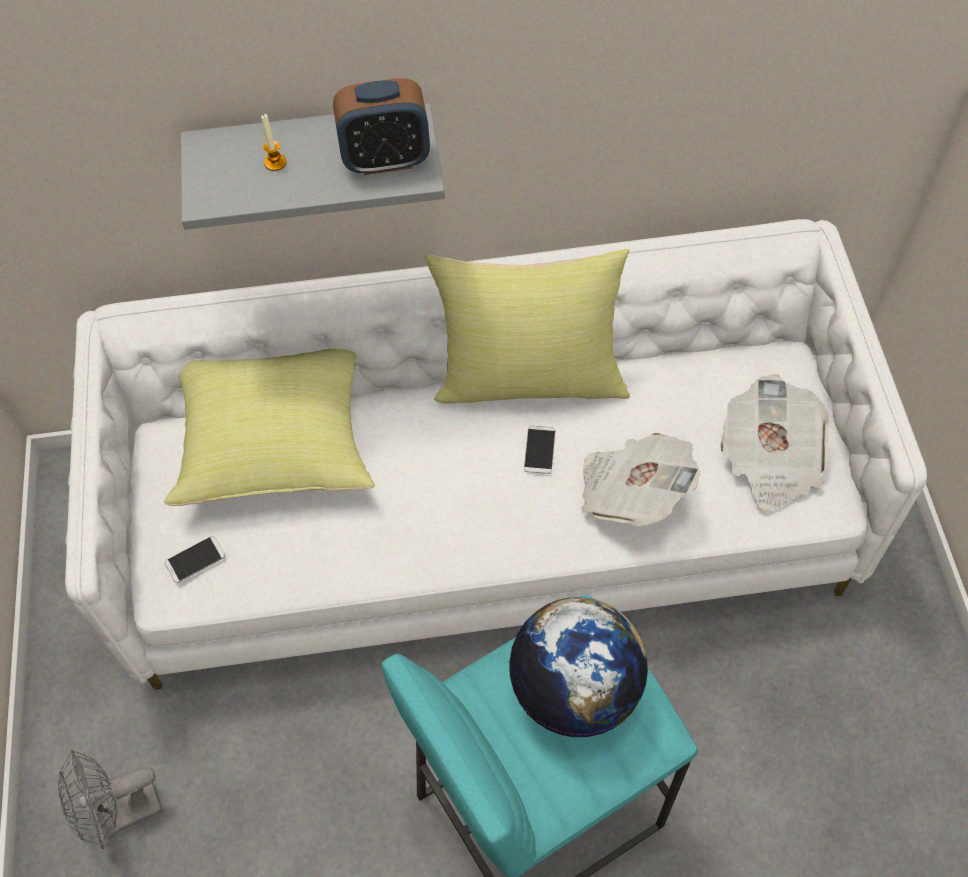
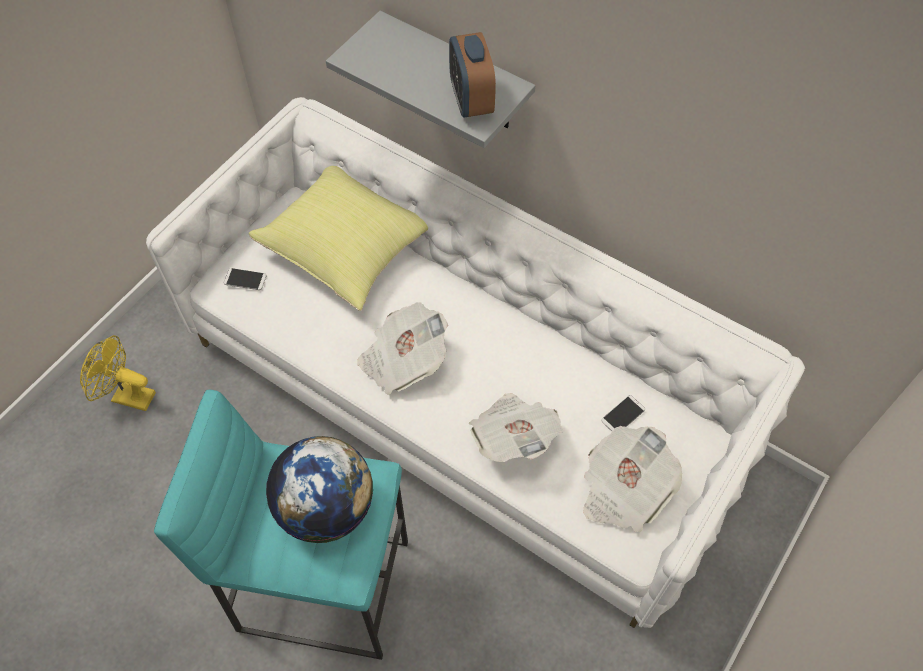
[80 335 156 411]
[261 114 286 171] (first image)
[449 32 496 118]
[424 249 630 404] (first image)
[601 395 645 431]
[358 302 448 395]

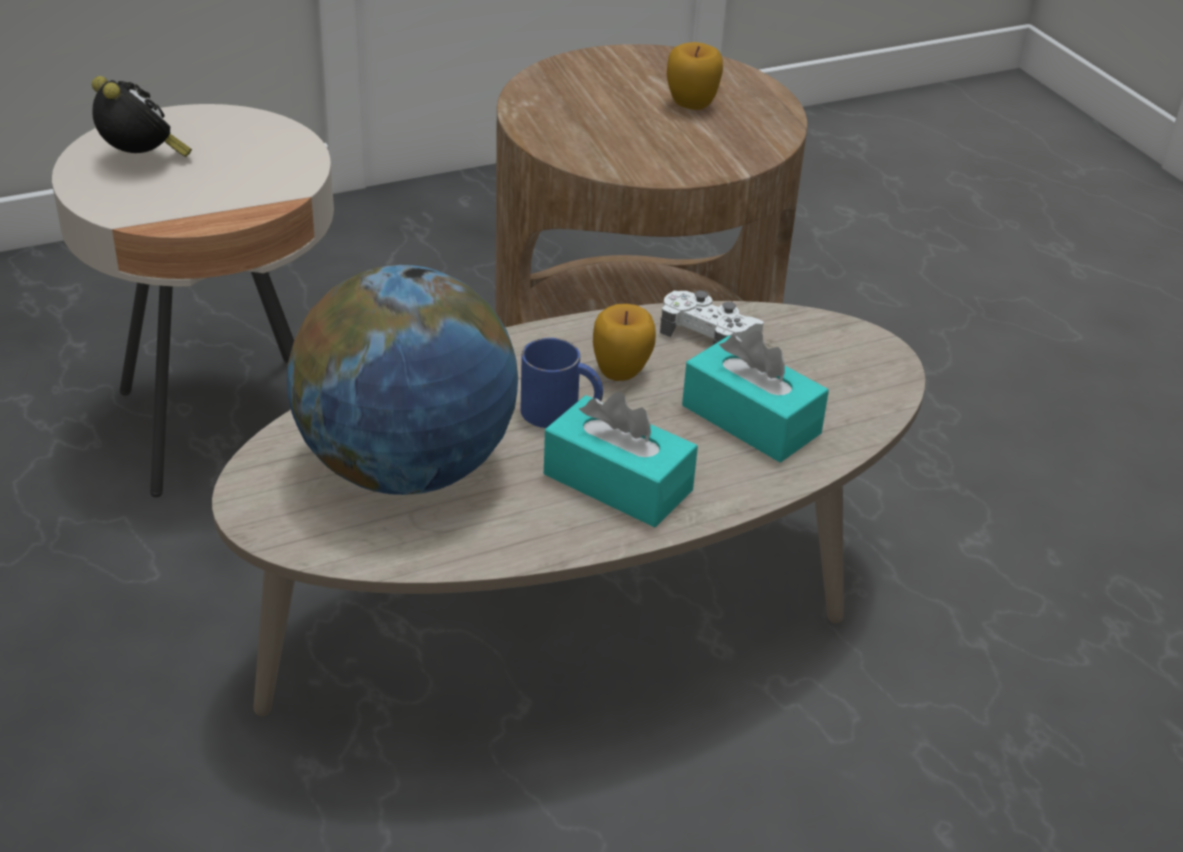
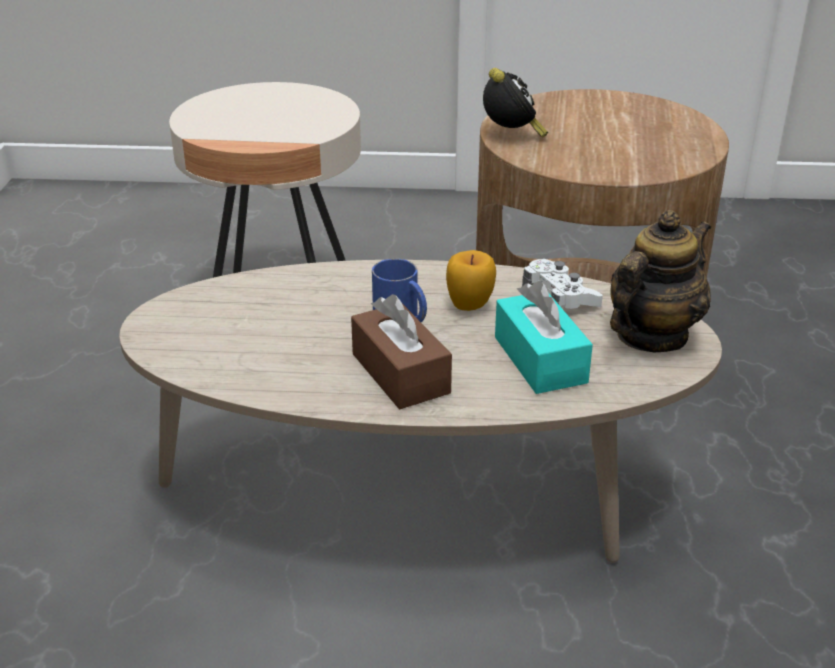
[483 68 548 138]
[287 265 518 495] (first image)
[351 294 452 409]
[667 42 723 110] (first image)
[610 210 711 352]

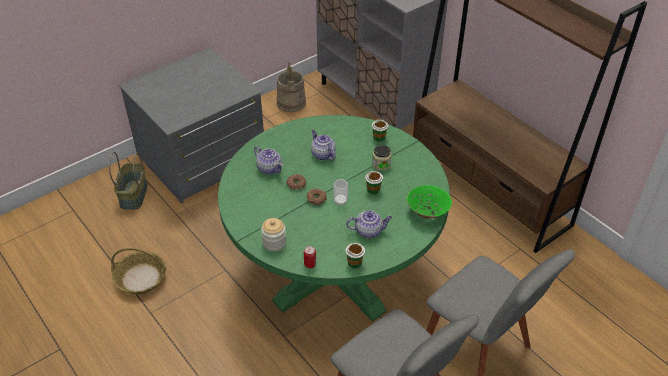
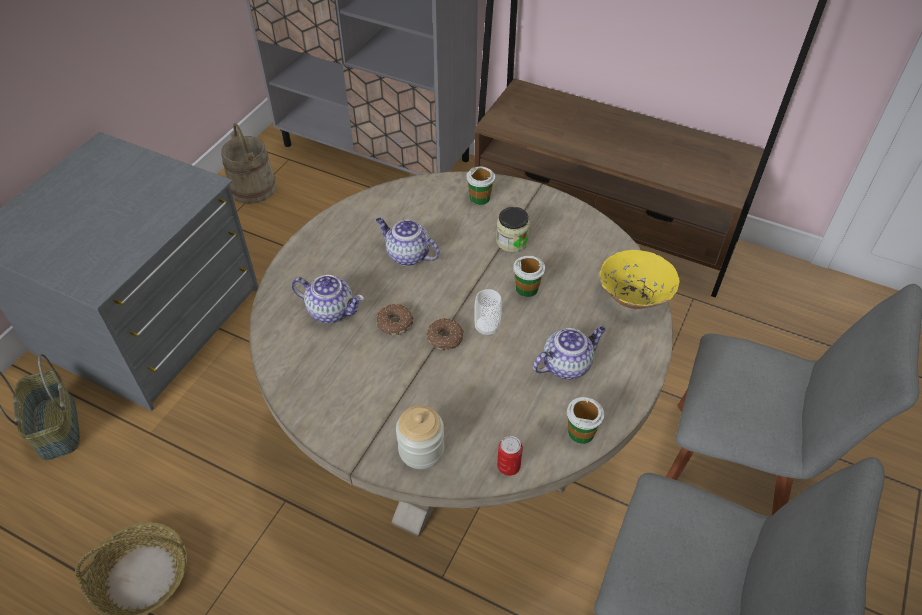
[249 171 673 537]
[599 250 680 309]

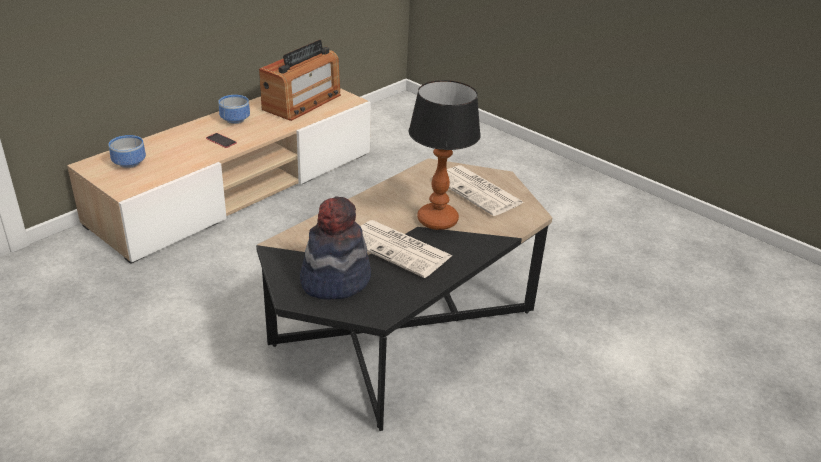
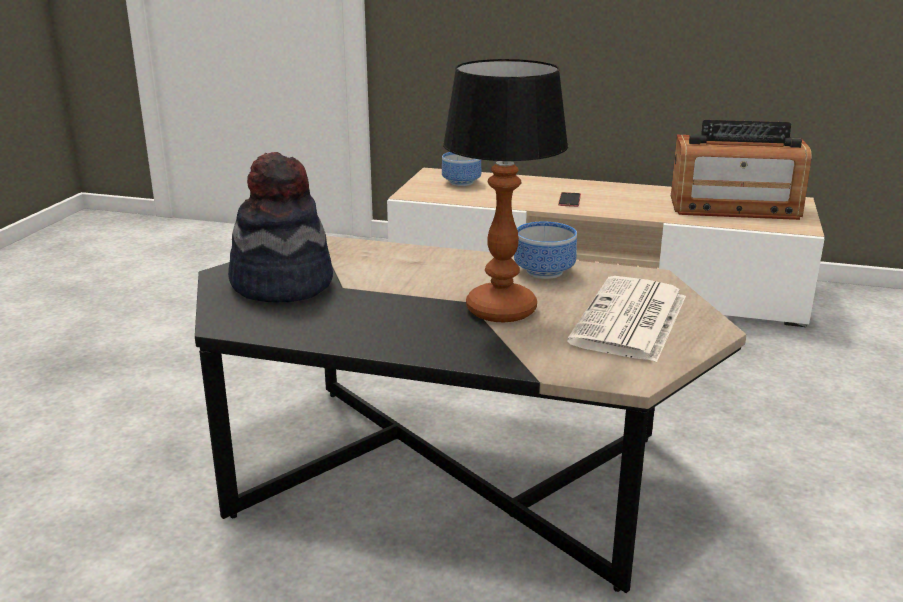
[514 222 577 279]
[360 220 452 278] (first image)

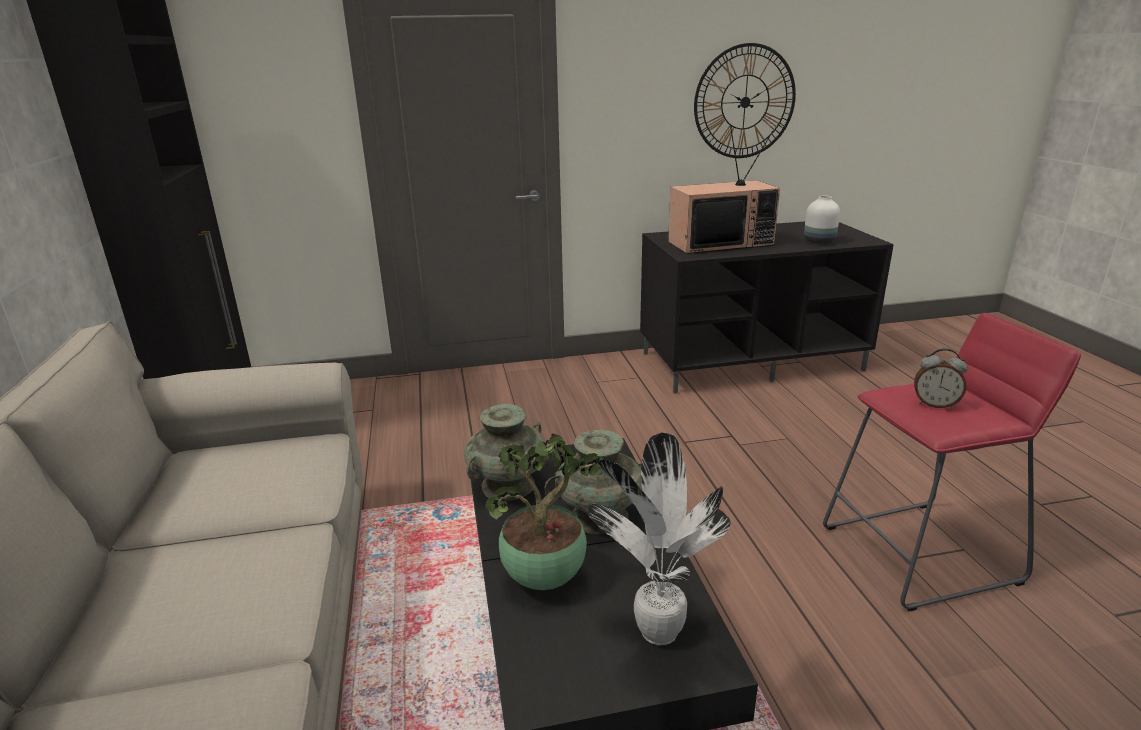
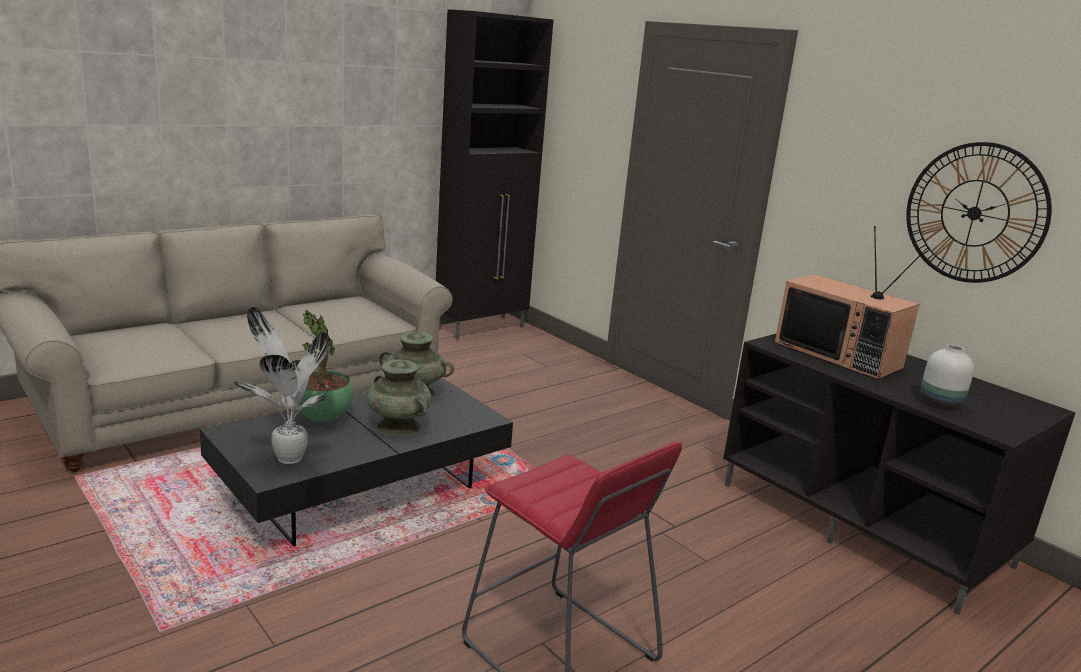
[914 348 967 409] (first image)

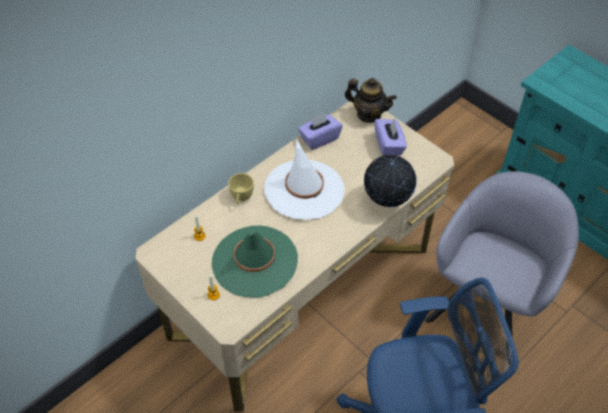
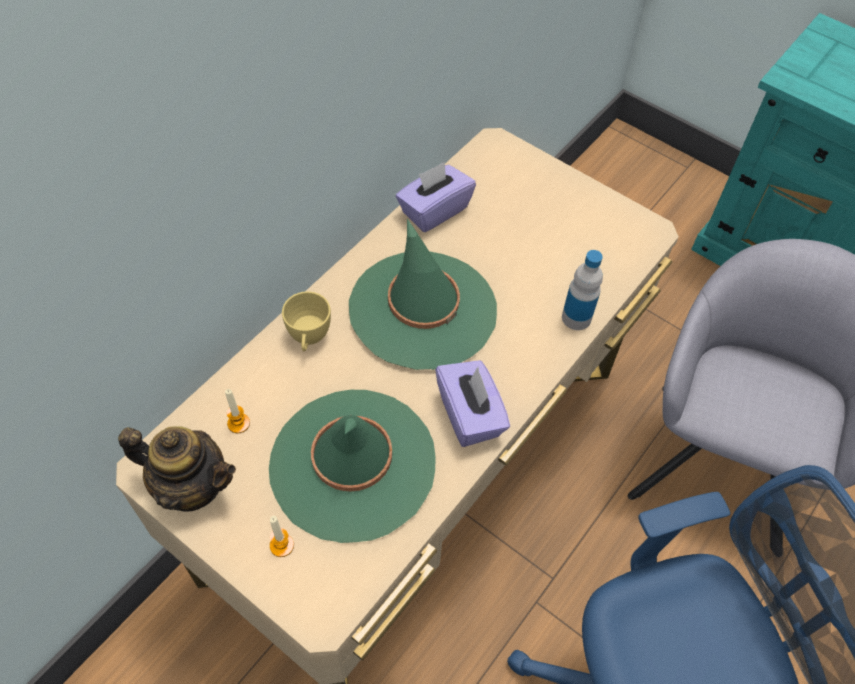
[349 218 497 370]
[118 426 236 511]
[562 250 603 330]
[435 360 510 447]

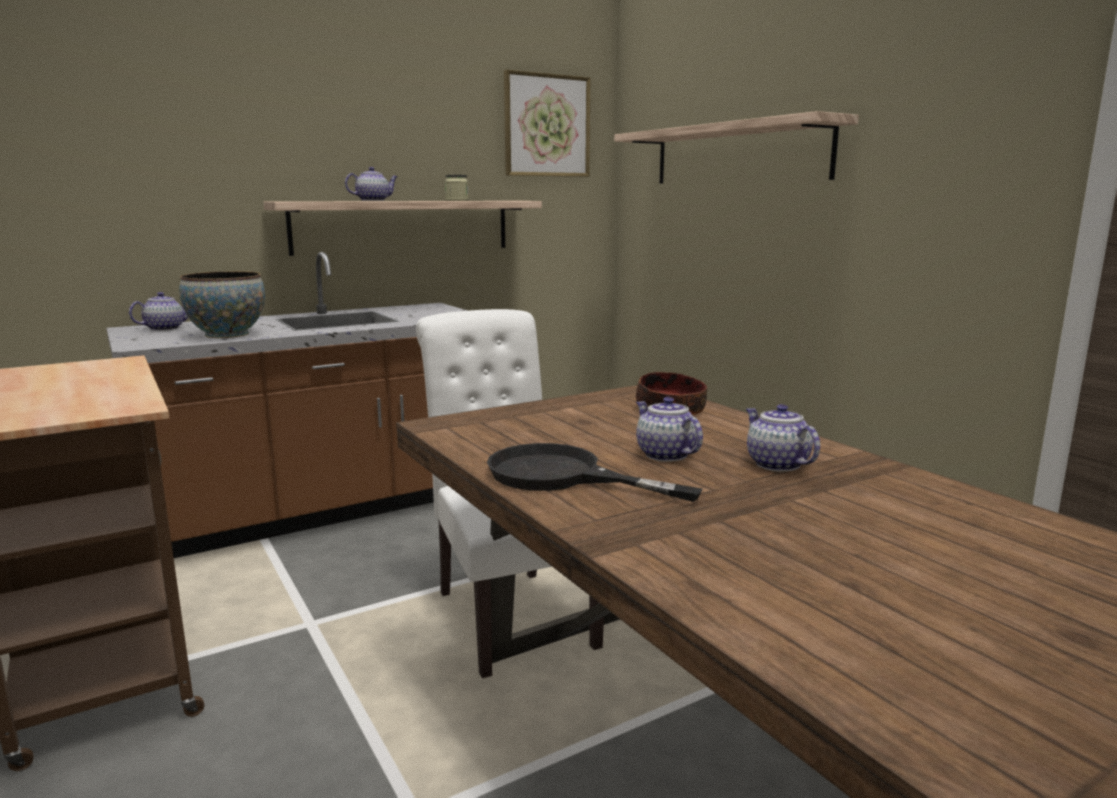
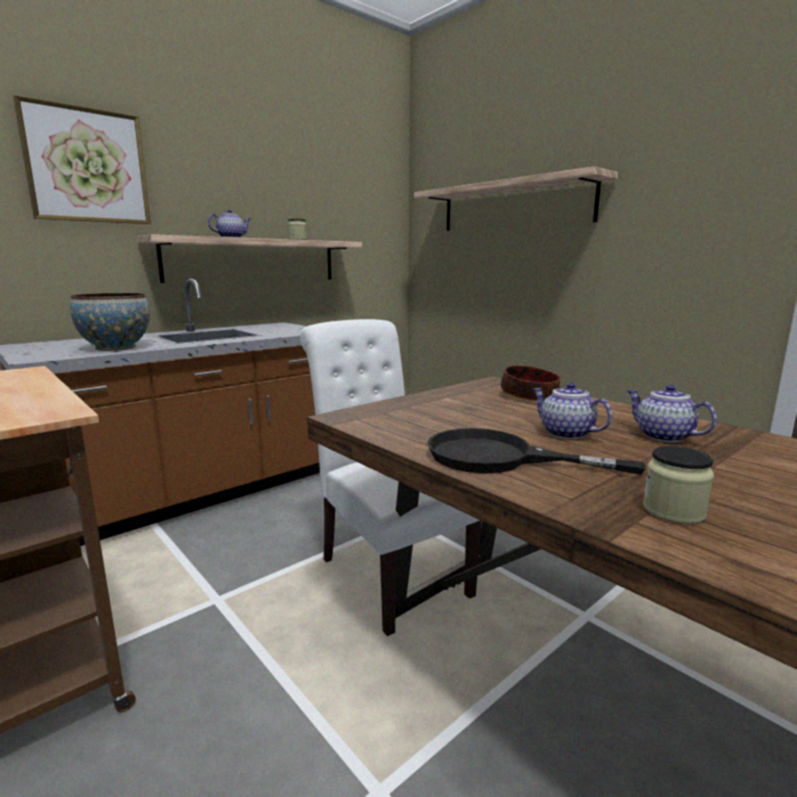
[129 292 188 331] (first image)
[13 95 151 224]
[643 446 714 524]

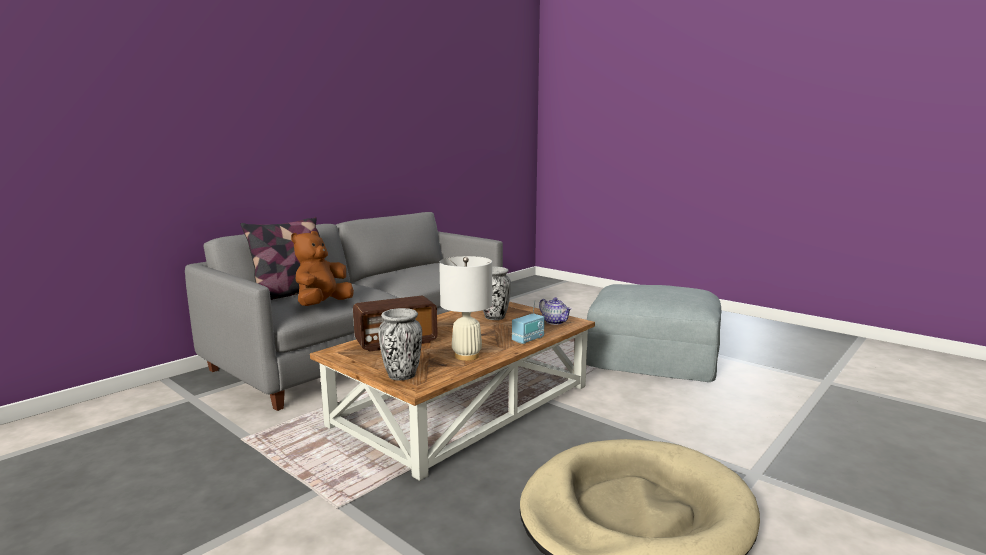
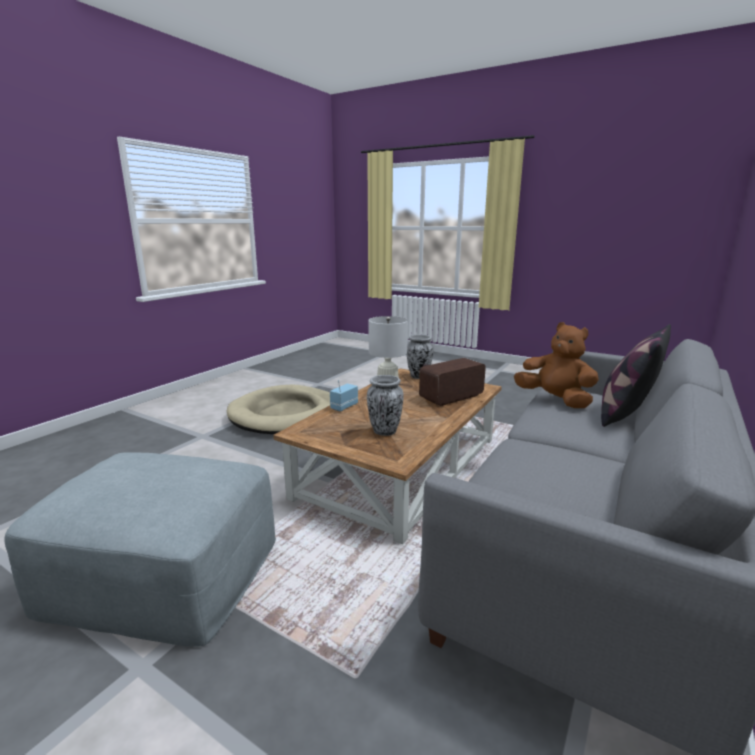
[514 322 599 408]
[539 297 572 325] (first image)

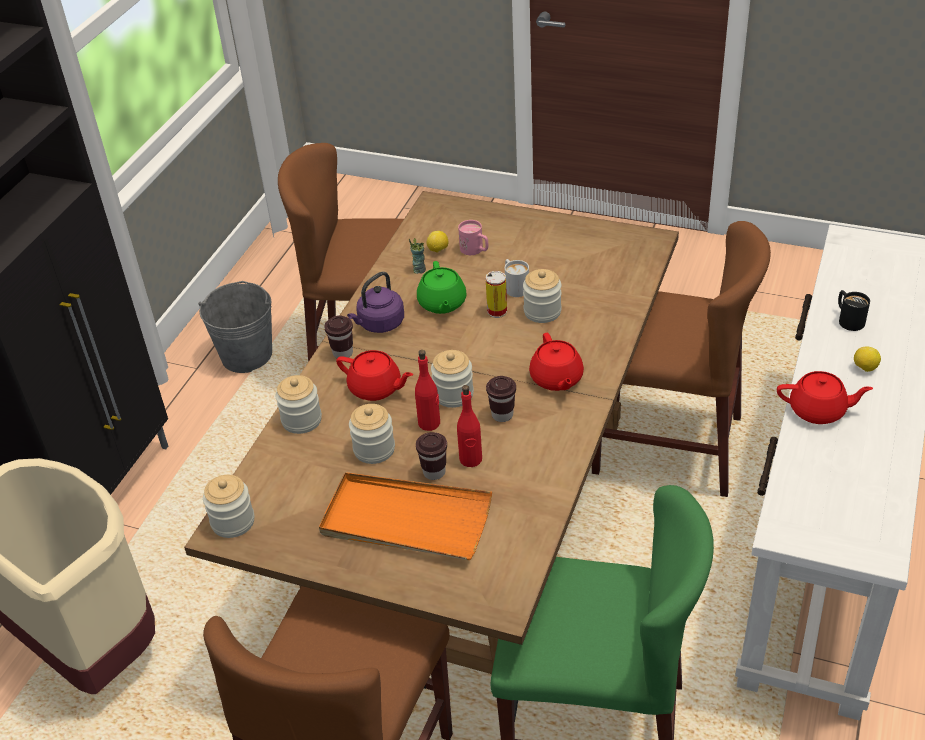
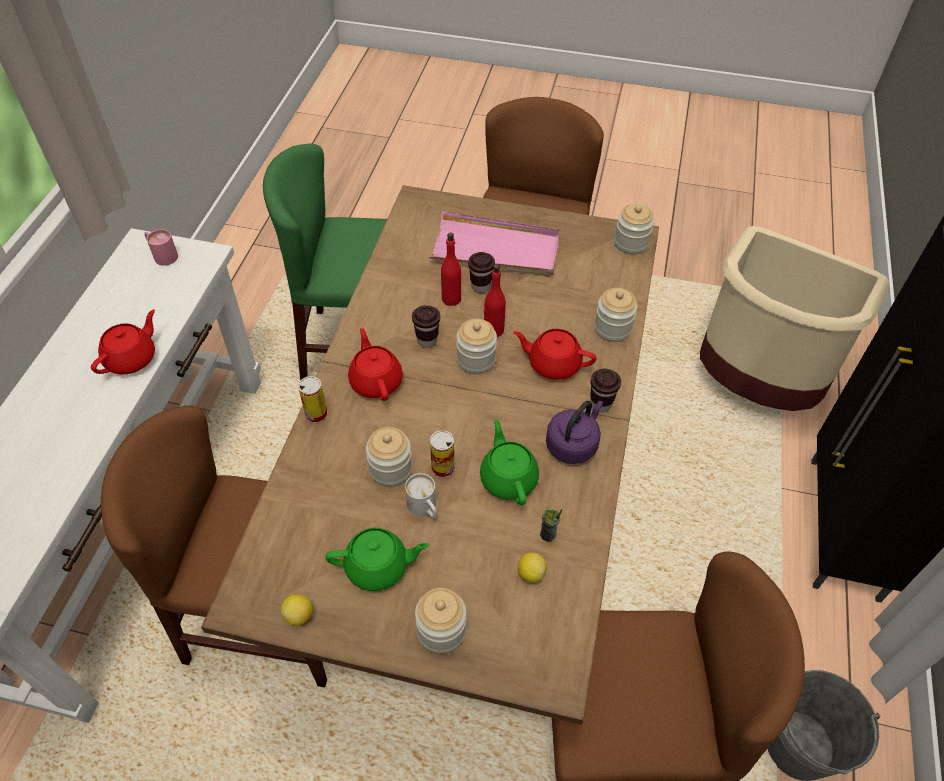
[429 211 560 277]
[415 588 466 654]
[144 229 178 266]
[91 309 155 374]
[838 290 870 331] (first image)
[281 594 313 626]
[298 376 328 424]
[325 528 429 591]

